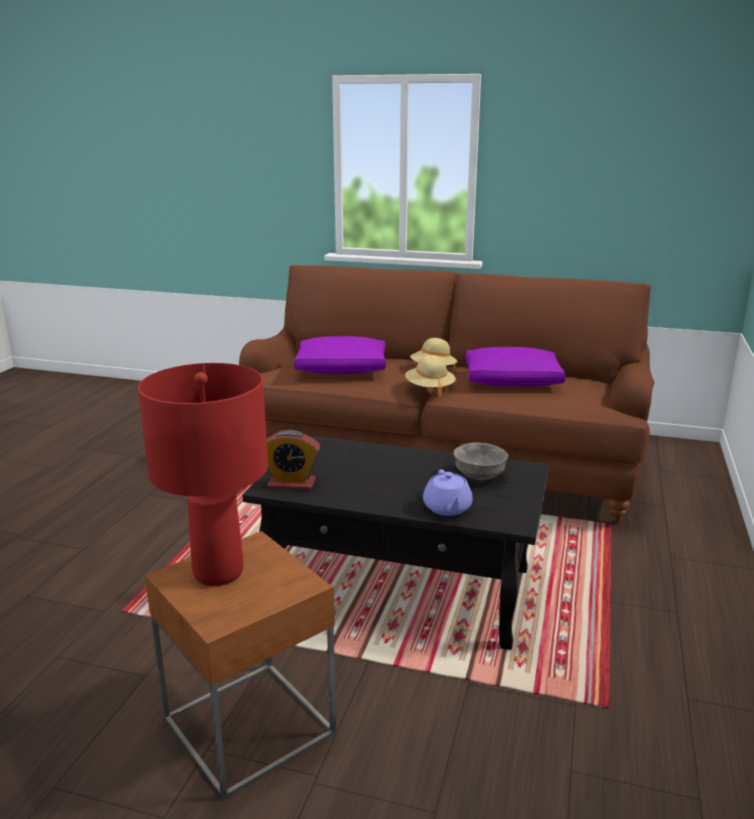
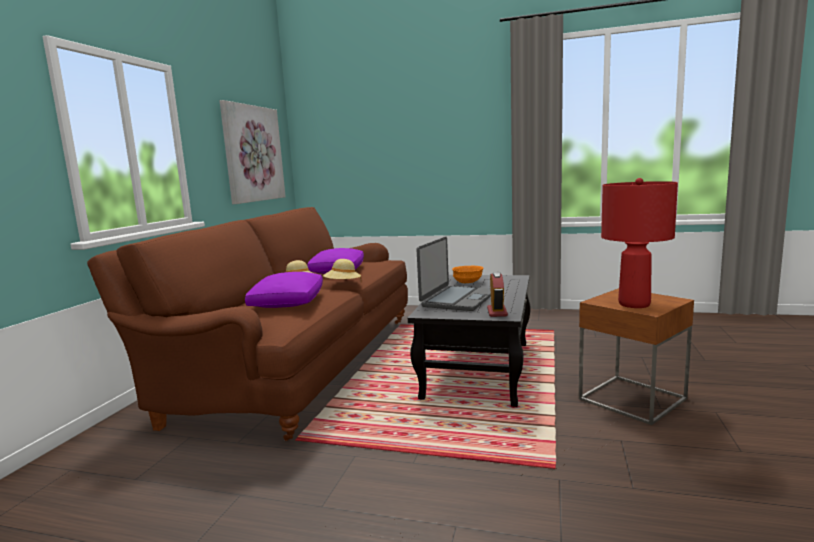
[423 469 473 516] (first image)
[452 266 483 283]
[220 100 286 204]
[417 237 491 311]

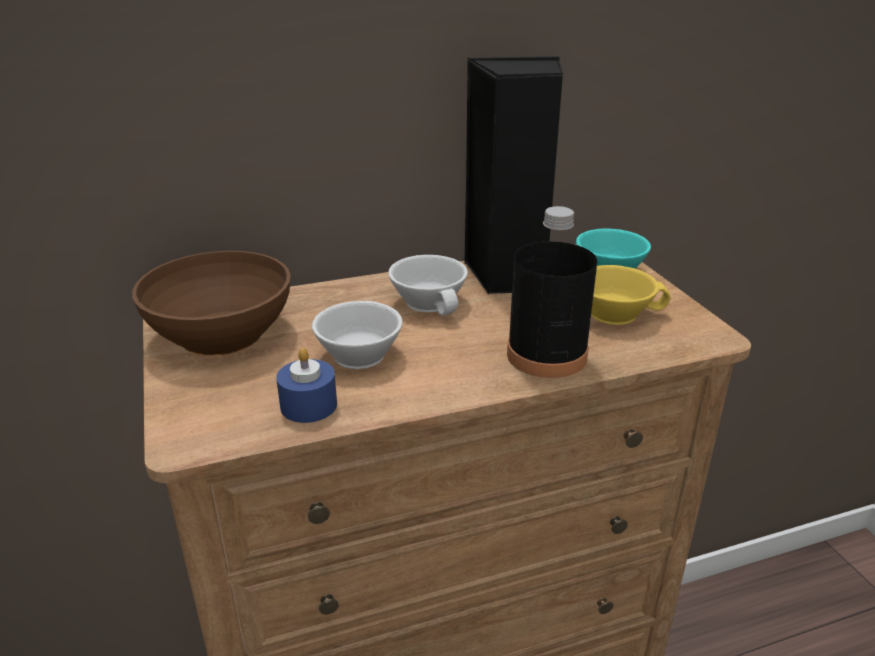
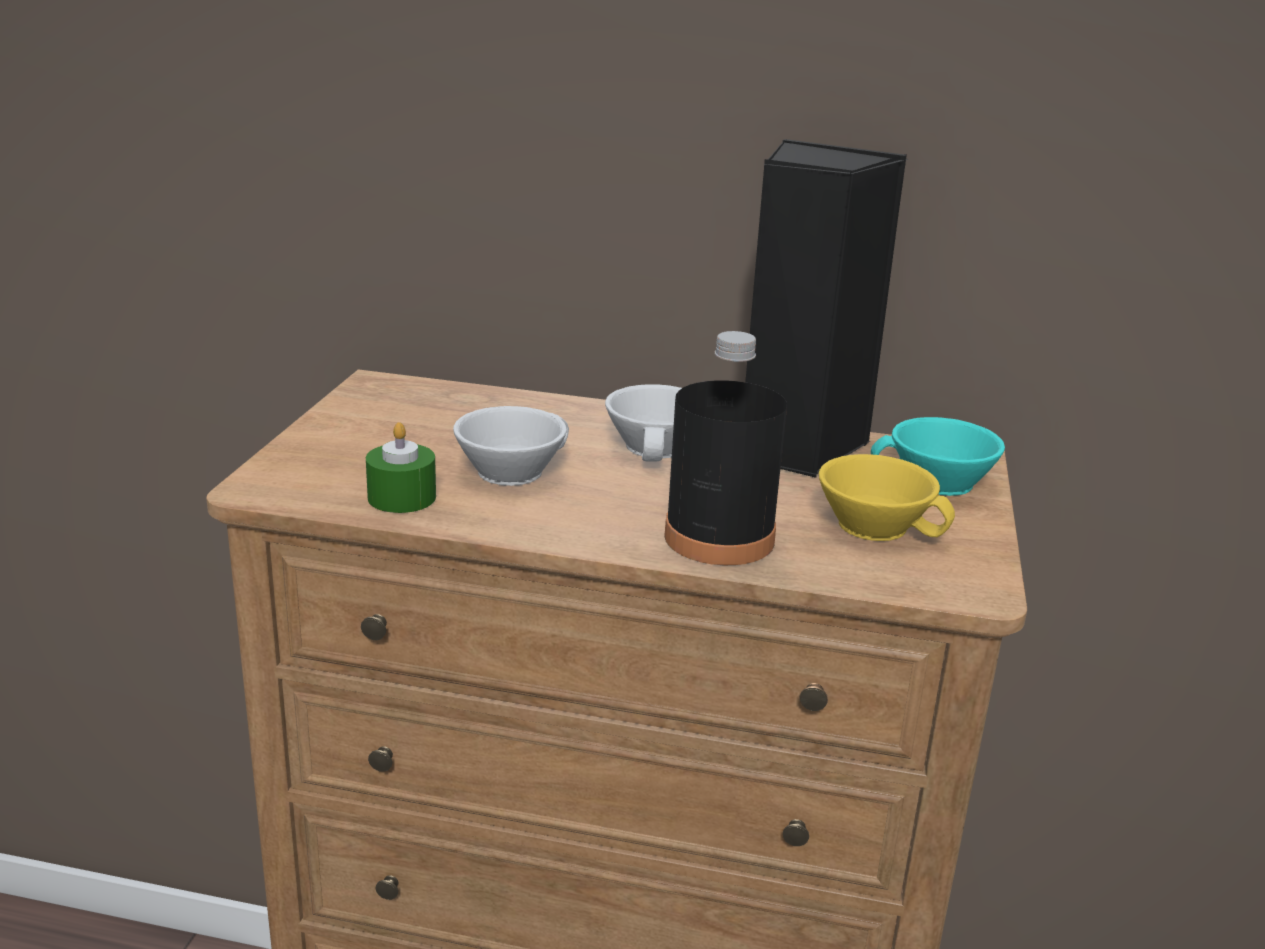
[132 251 291 356] (first image)
[366 422 436 513]

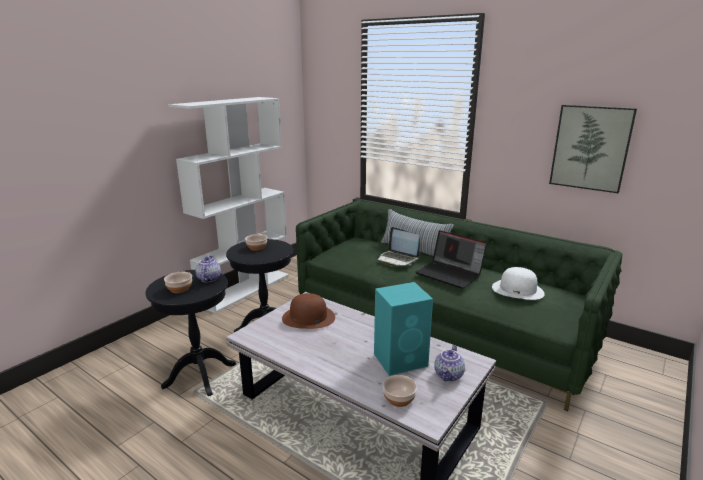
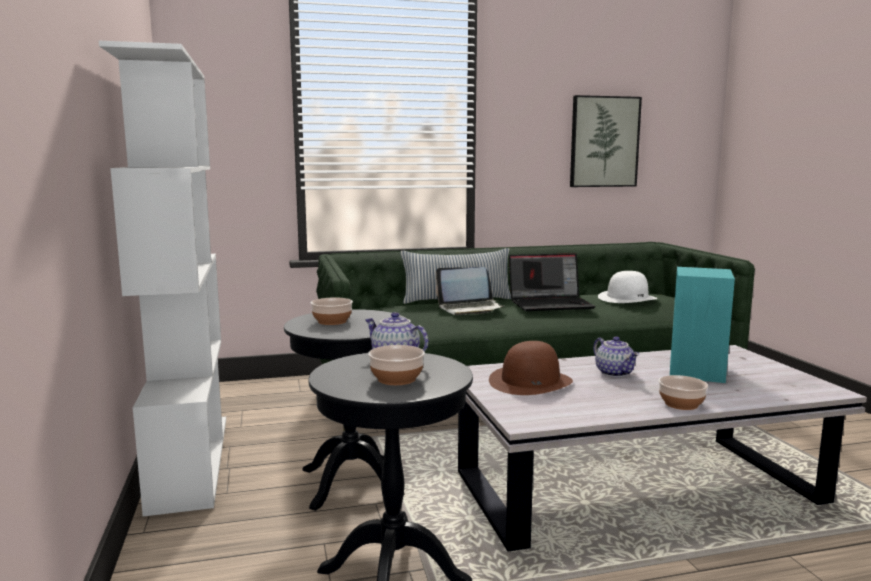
[659 375 708 410]
[593 336 639 377]

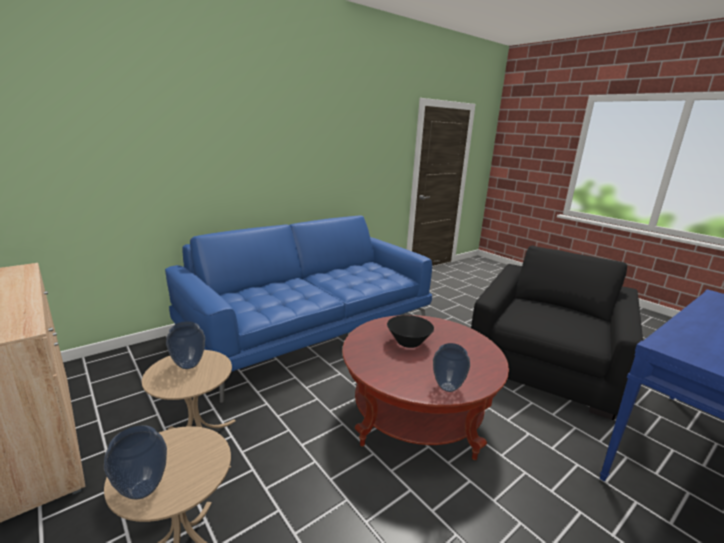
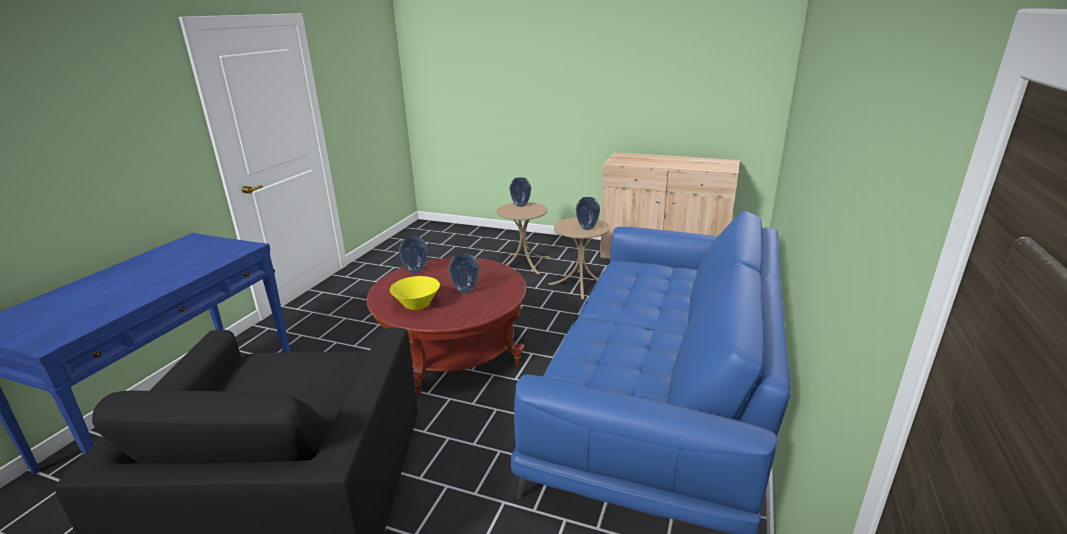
[449 253 479 293]
[390 276 440 310]

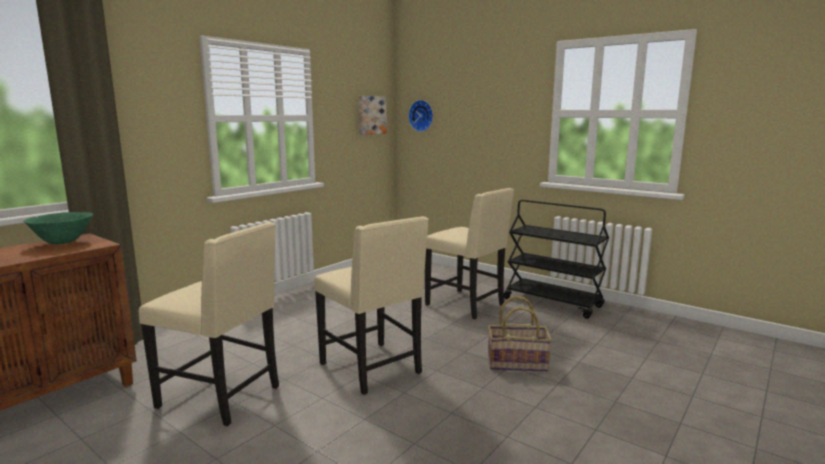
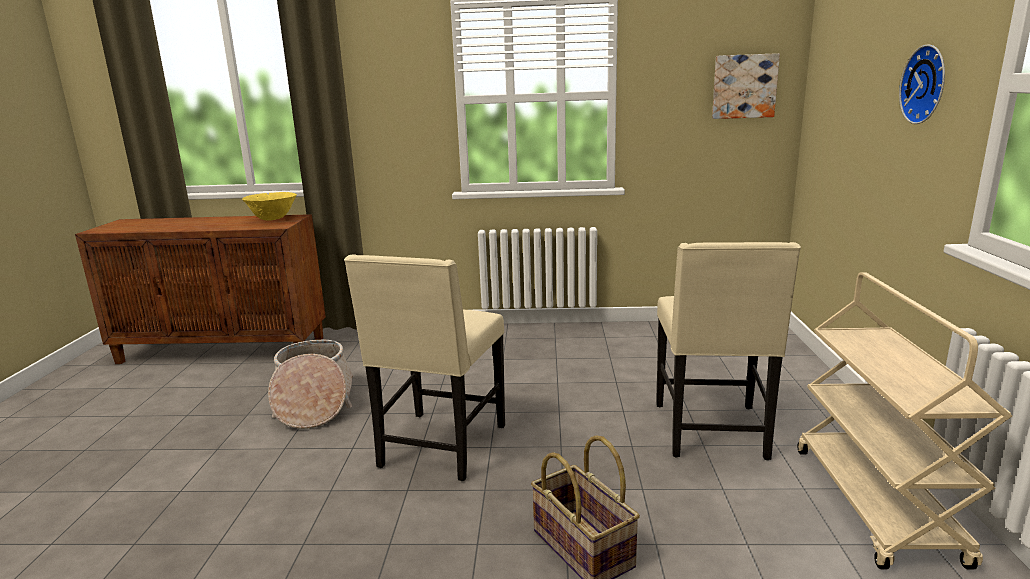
[242 192 297 220]
[268 340 353 429]
[899 44 945 124]
[798 272 1012 570]

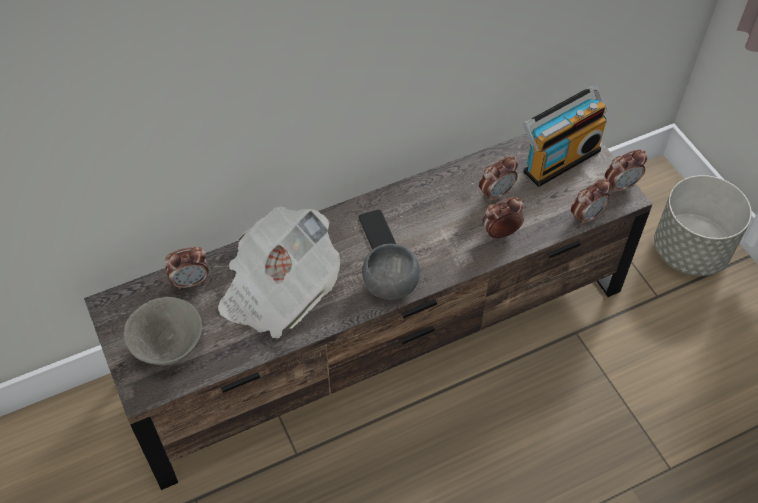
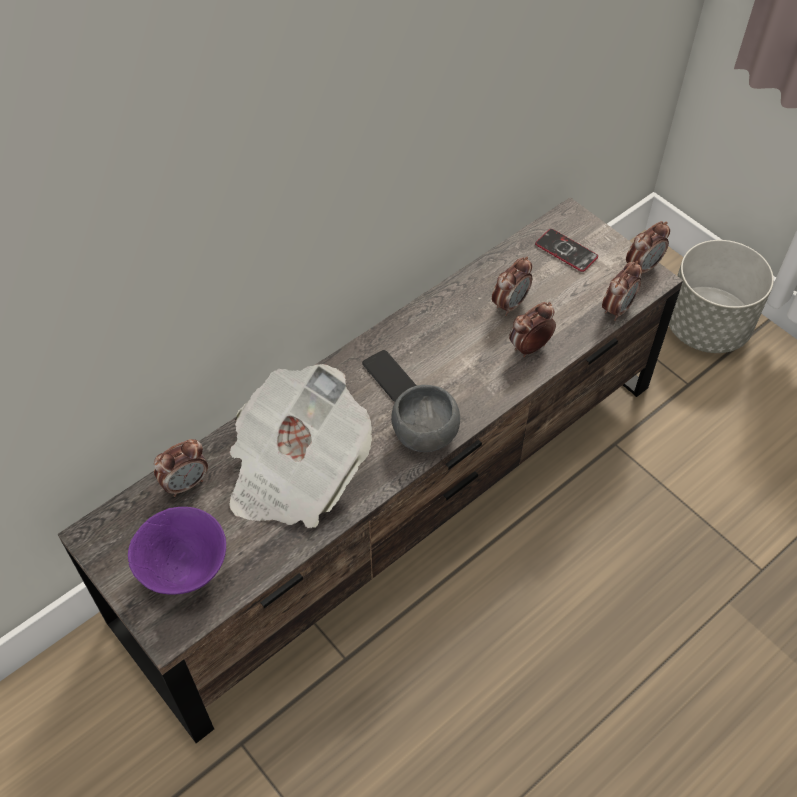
[128 507 226 595]
[535 229 598 272]

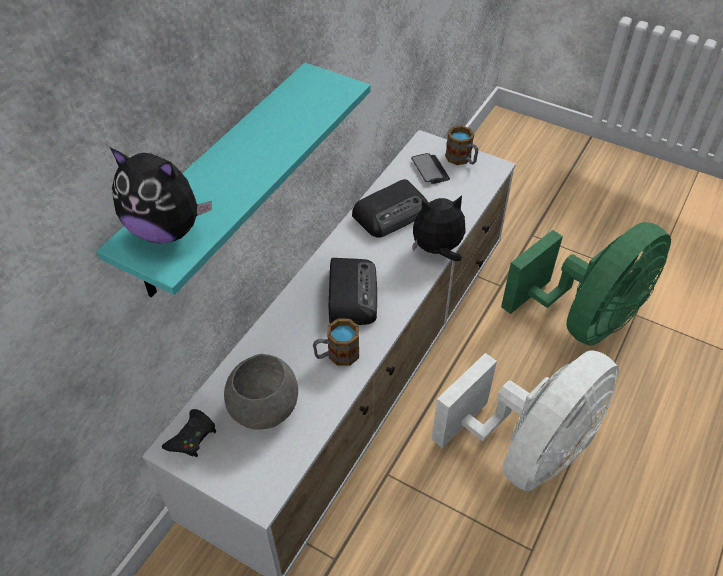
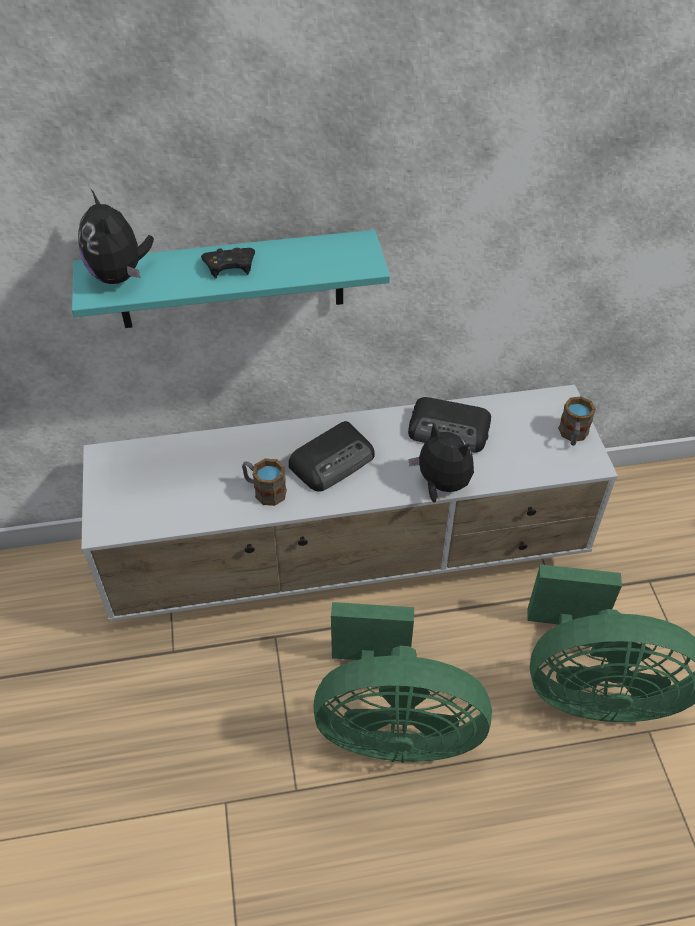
[201 248 255 278]
[224 354 298 430] (first image)
[411 153 450 184] (first image)
[314 602 492 763]

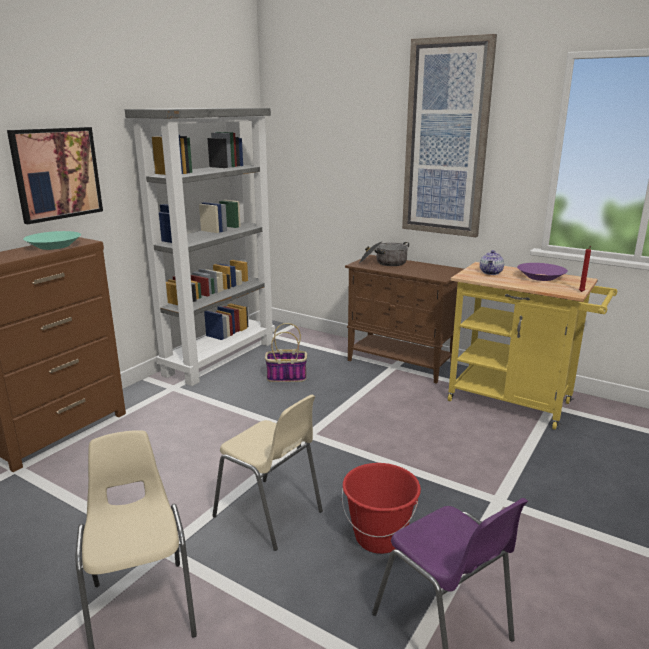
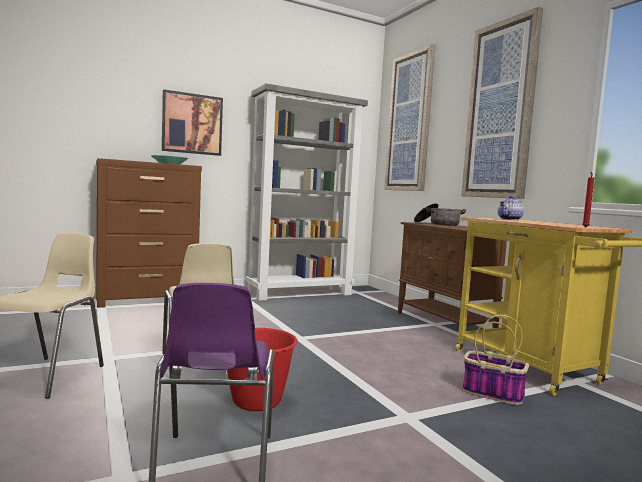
[463 315 529 405]
[517 263 568 281] (first image)
[384 44 435 191]

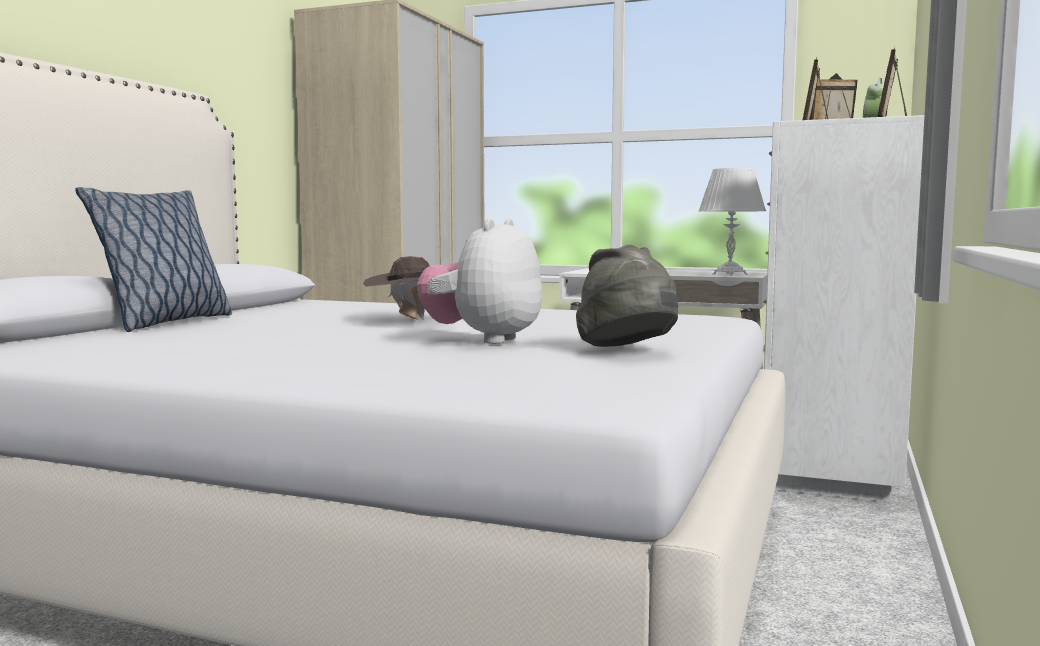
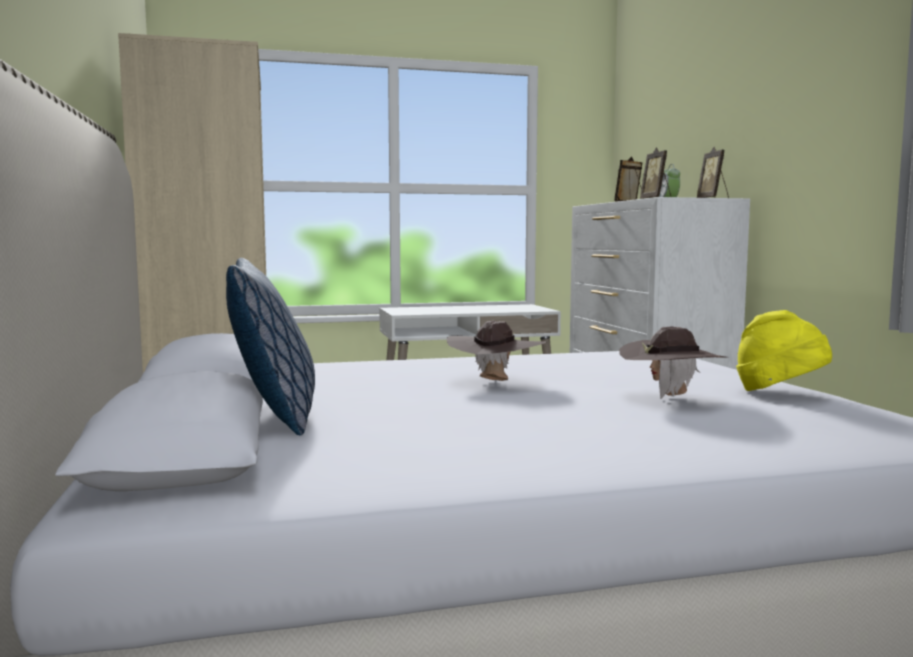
[619 326 725 399]
[736 310 832 391]
[699 168 766 276] (first image)

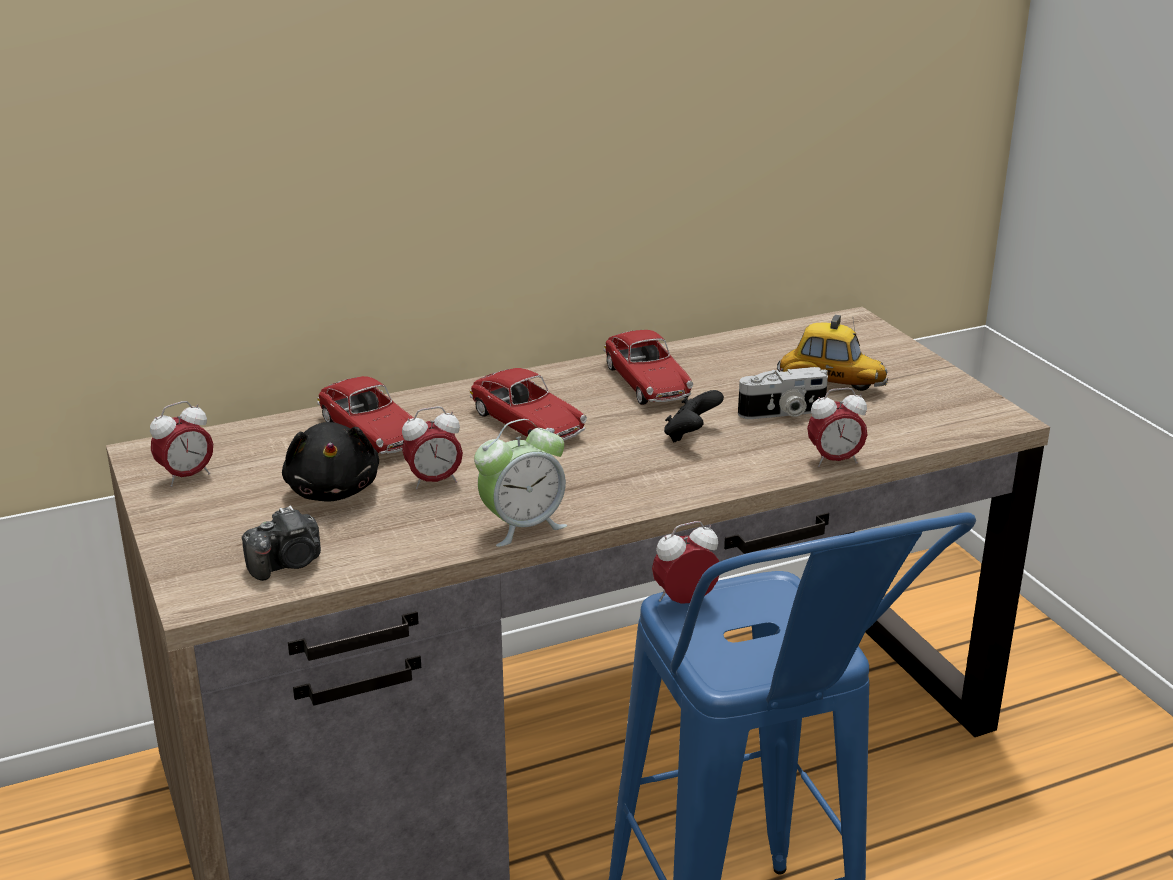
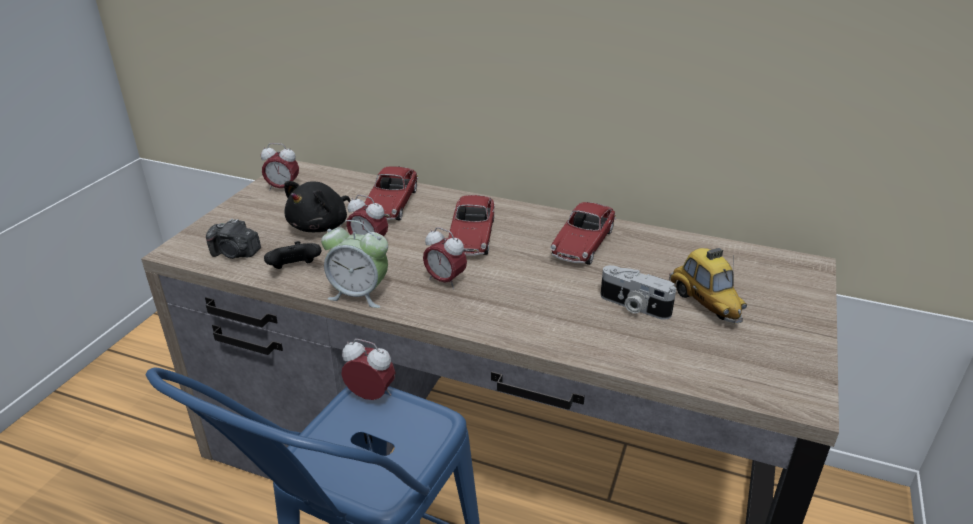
[264 241 321 269]
[423 227 467 289]

